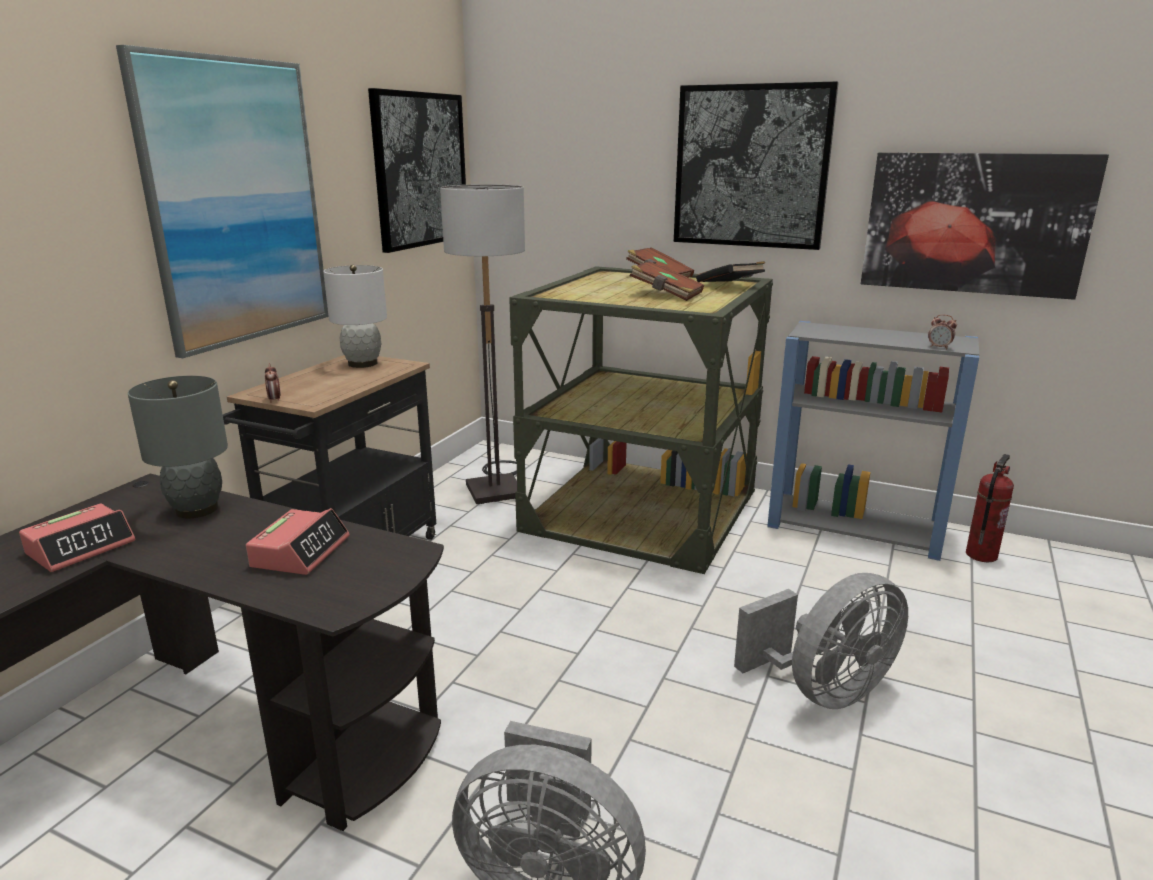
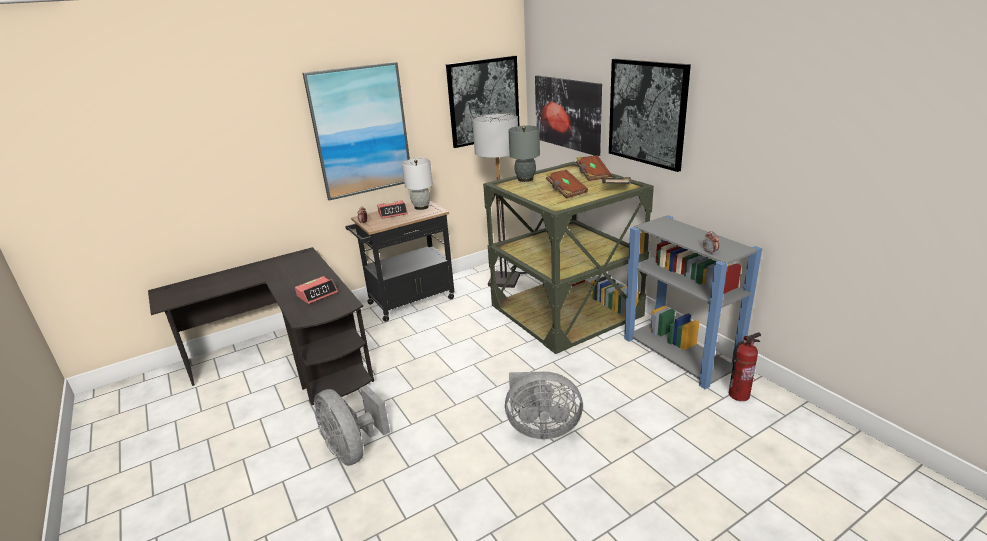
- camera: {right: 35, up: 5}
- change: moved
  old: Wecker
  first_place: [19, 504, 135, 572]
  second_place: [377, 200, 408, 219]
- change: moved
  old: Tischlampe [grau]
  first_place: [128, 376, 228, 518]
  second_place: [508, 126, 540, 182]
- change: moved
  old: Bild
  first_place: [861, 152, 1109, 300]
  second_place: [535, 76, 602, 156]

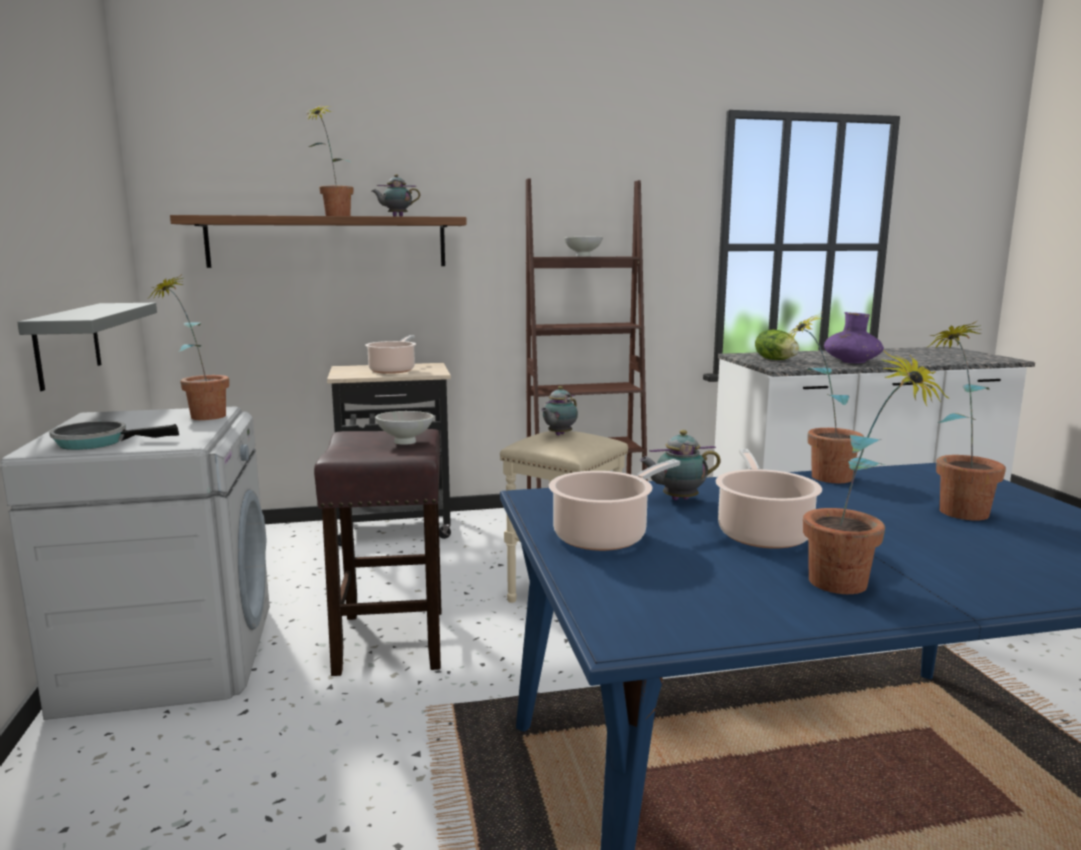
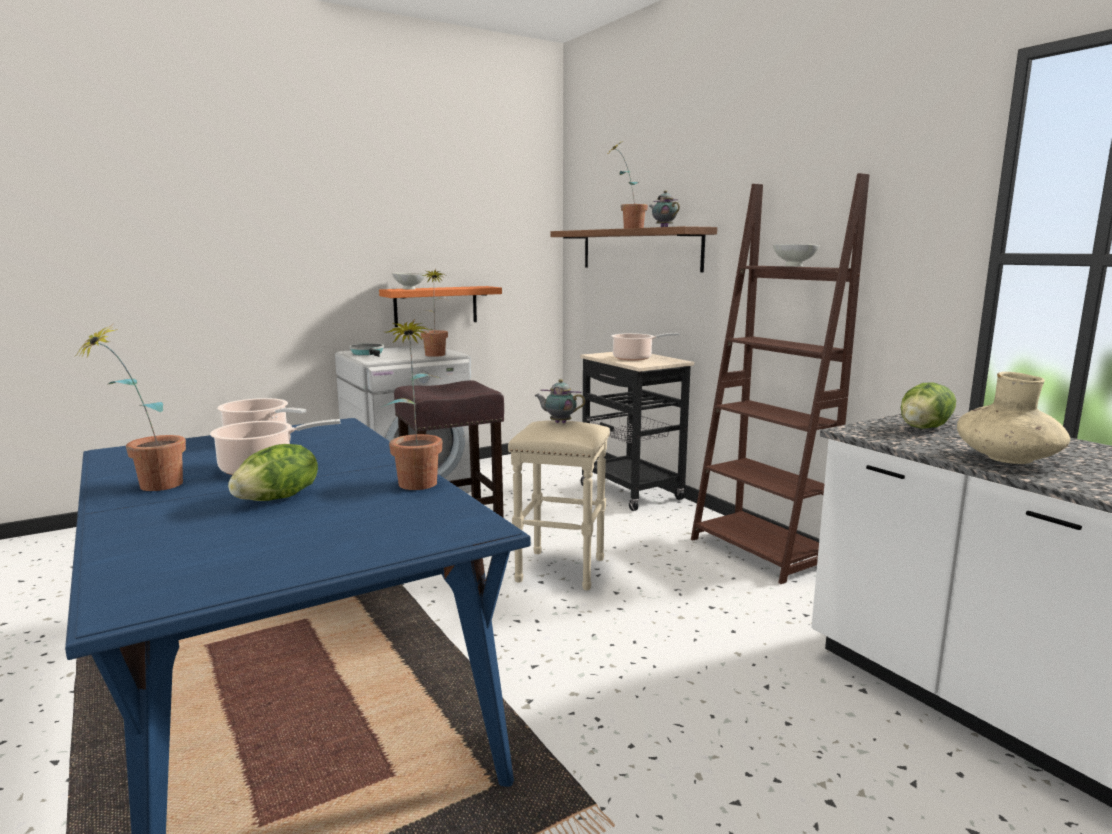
- camera: {right: 70, up: 0}
- change: added
  new: Salatkopf
  second_place: [228, 444, 318, 501]
- change: recoloured
  old: Wandregal [grau]
  new: Wandregal [orange]
  first_place: [17, 303, 157, 391]
  second_place: [379, 286, 502, 327]
- change: moved
  old: Schüssel [weiß]
  first_place: [375, 411, 434, 445]
  second_place: [392, 273, 426, 289]
- change: recoloured
  old: Vase [lila]
  new: Vase [beige]
  first_place: [824, 312, 884, 363]
  second_place: [957, 372, 1070, 464]
- change: removed
  old: Teekanne
  first_place: [639, 430, 720, 500]
- change: removed
  old: Topfpflanze
  first_place: [926, 321, 1006, 521]

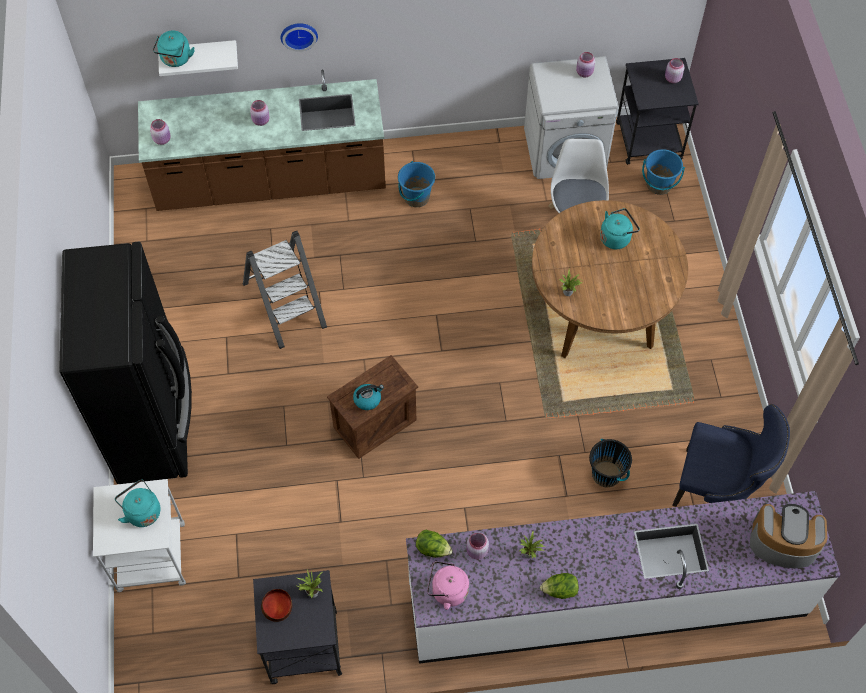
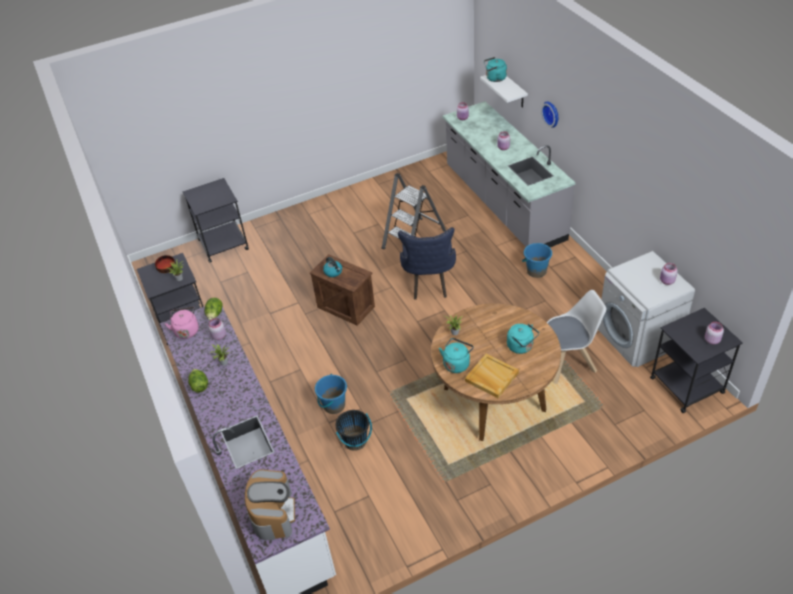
- camera: {right: 75, up: -15}
- change: recoloured
  old: Rollwagen [weiß]
  new: Rollwagen [schwarz]
  first_place: [93, 479, 186, 592]
  second_place: [183, 178, 249, 263]
- change: moved
  old: Eimer [blau]
  first_place: [642, 149, 685, 195]
  second_place: [315, 374, 347, 414]
- change: moved
  old: Stuhl [blau]
  first_place: [672, 404, 790, 507]
  second_place: [398, 227, 456, 300]
- change: moved
  old: Wasserkessel [türkis]
  first_place: [115, 479, 160, 527]
  second_place: [439, 338, 474, 373]
- change: recoloured
  old: Küchenzeile [braun]
  new: Küchenzeile [grau]
  first_place: [138, 70, 386, 211]
  second_place: [442, 101, 575, 247]
- change: added
  new: Tablett [beige]
  second_place: [465, 354, 519, 398]
- change: removed
  old: Kühlschrank [schwarz]
  first_place: [59, 241, 192, 484]

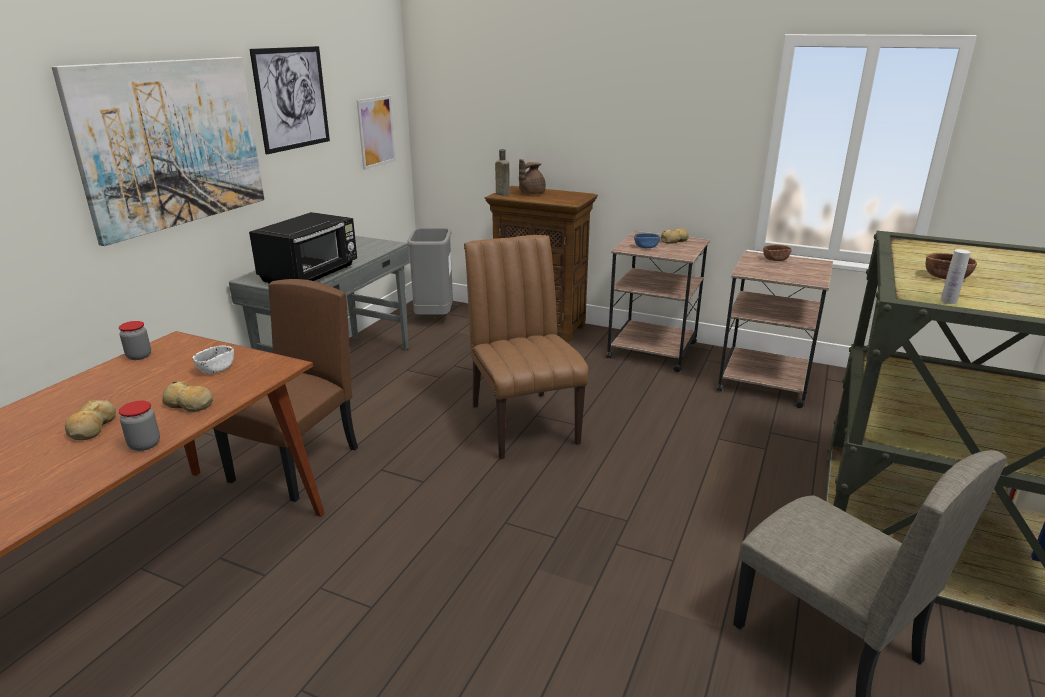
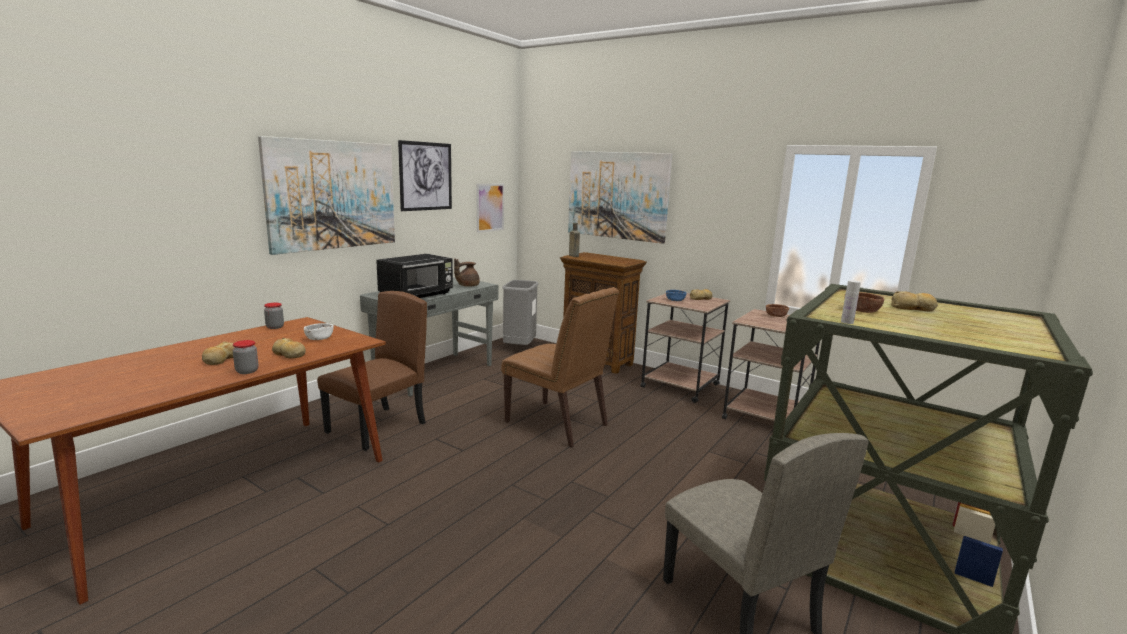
- camera: {right: 10, up: -10}
- change: moved
  old: Teekanne [braun]
  first_place: [519, 159, 546, 194]
  second_place: [454, 259, 480, 287]
- change: turned
  old: Stuhl [braun]
  first_place: [464, 235, 589, 459]
  second_place: [501, 287, 619, 447]
  degrees: 135
- change: added
  new: Bild
  second_place: [568, 151, 672, 244]
- change: added
  new: Brot
  second_place: [891, 291, 938, 311]

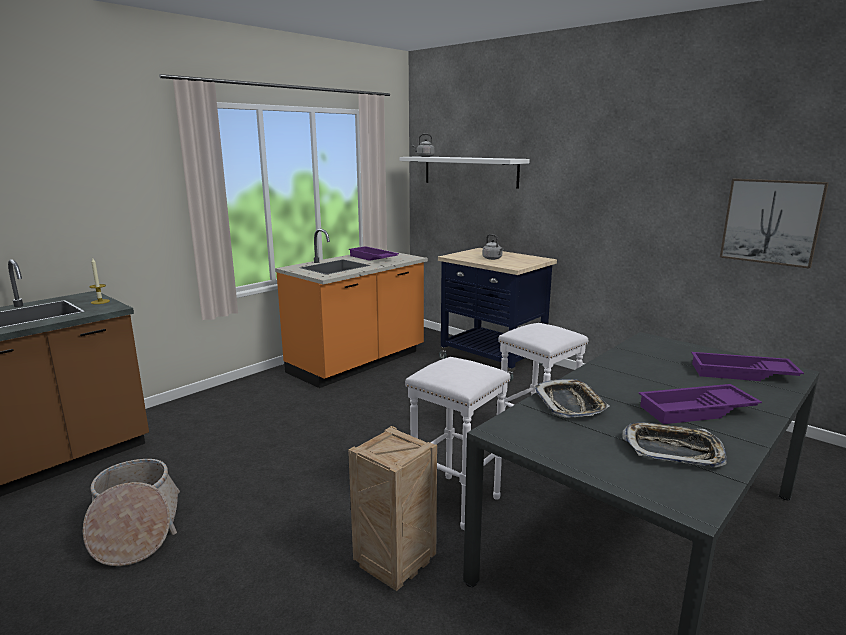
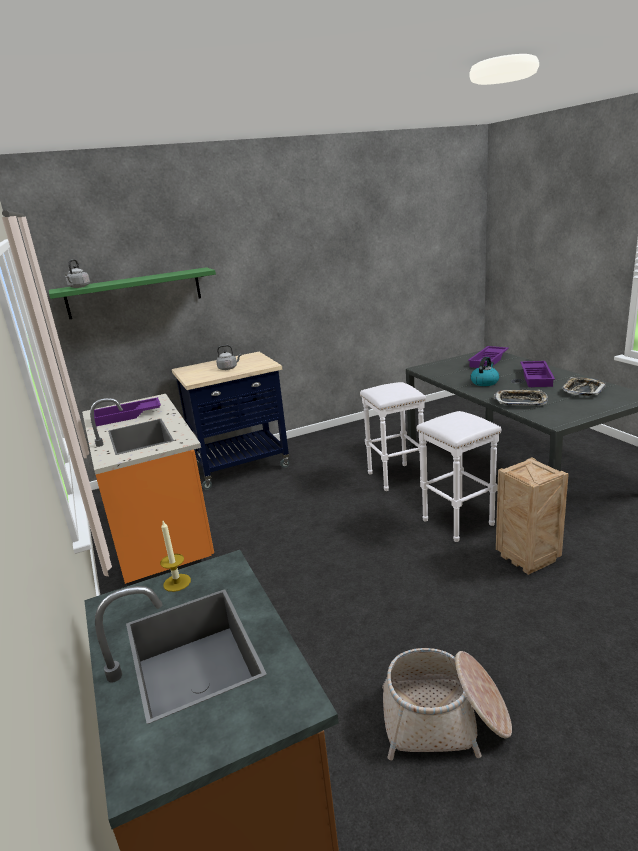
- camera: {right: -65, up: 5}
- change: recoloured
  old: Wandregal [weiß]
  new: Wandregal [grün]
  first_place: [399, 156, 530, 189]
  second_place: [49, 267, 216, 319]
- change: added
  new: Wasserkessel
  second_place: [471, 357, 499, 386]
- change: removed
  old: Bild
  first_place: [720, 179, 829, 269]

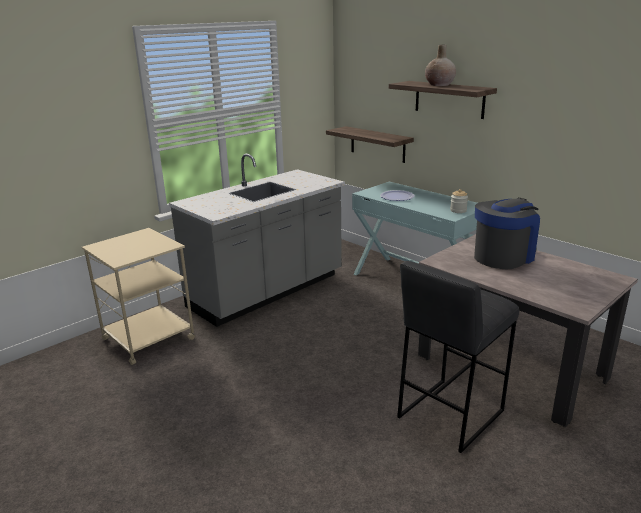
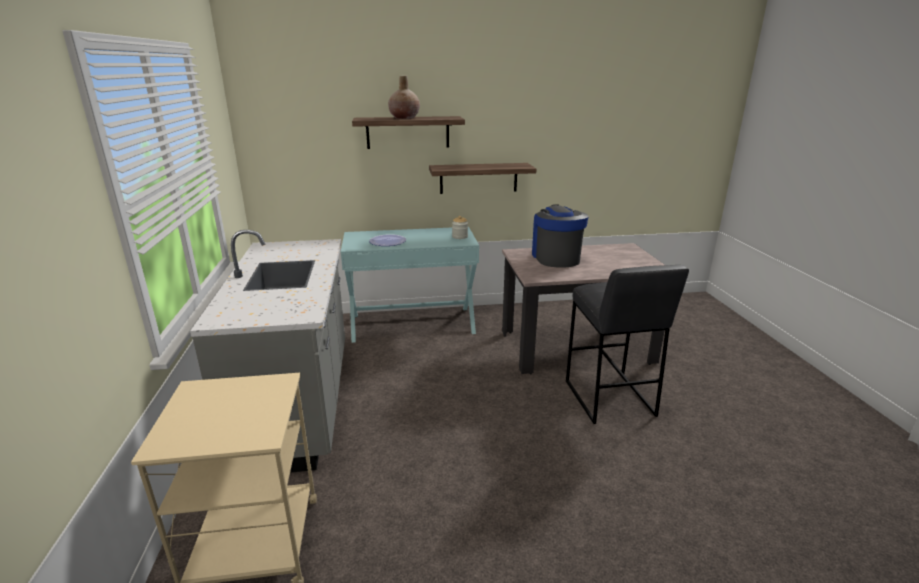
- camera: {right: -55, up: 0}
- change: moved
  old: Wandregal
  first_place: [326, 126, 414, 163]
  second_place: [429, 163, 537, 194]

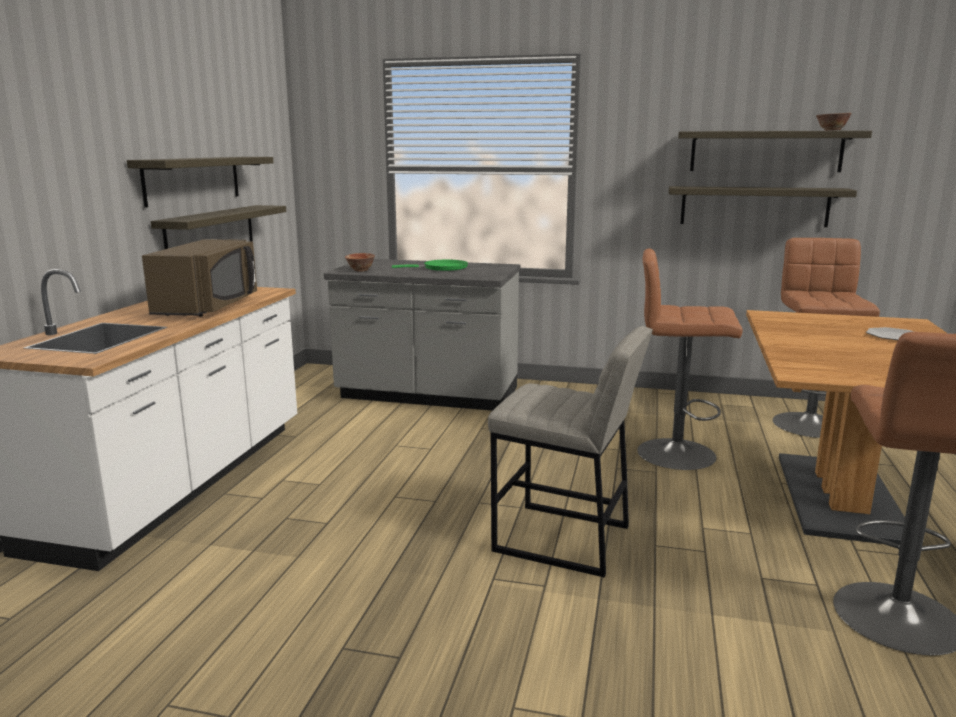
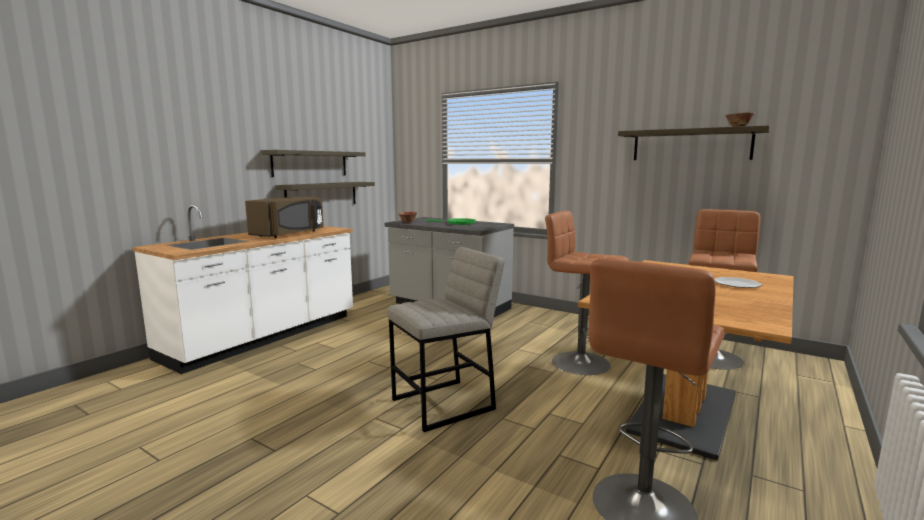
- camera: {right: 20, up: -5}
- change: turned
  old: Stuhl [grau]
  first_place: [488, 326, 653, 577]
  second_place: [387, 247, 505, 432]
  degrees: -75
- change: removed
  old: Wandregal
  first_place: [669, 186, 857, 227]

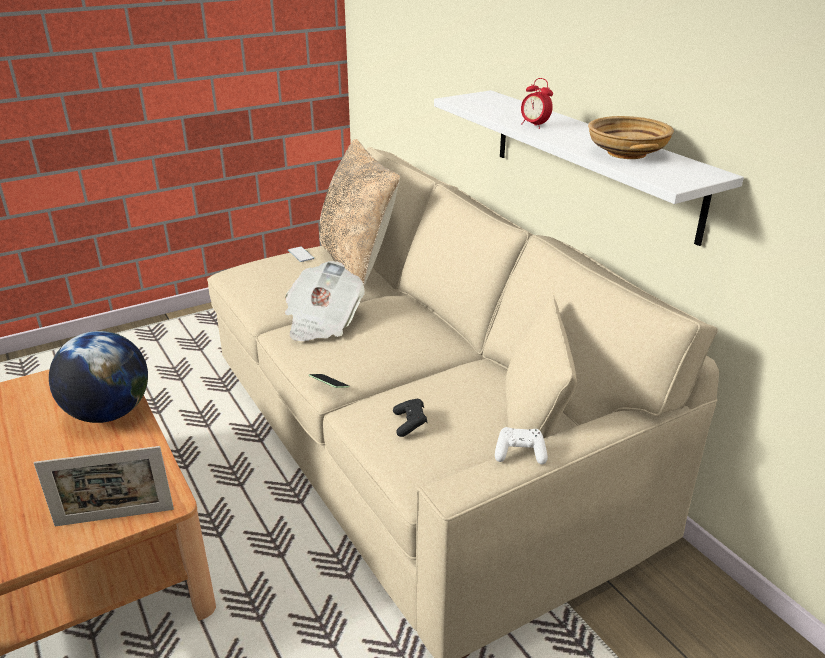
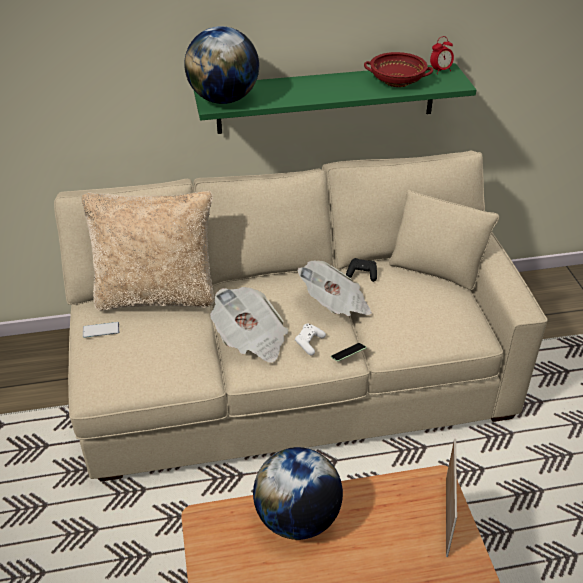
- camera: {right: -70, up: 10}
- change: added
  new: Globus
  second_place: [184, 26, 259, 104]
- change: recoloured
  old: Wandregal [weiß]
  new: Wandregal [grün]
  first_place: [434, 90, 744, 246]
  second_place: [194, 63, 476, 134]
- change: moved
  old: Gamepad [weiß]
  first_place: [495, 427, 548, 465]
  second_place: [295, 324, 326, 355]
- change: added
  new: Zeitung
  second_place: [298, 260, 372, 316]
- change: moved
  old: Gamepad [schwarz]
  first_place: [393, 399, 427, 437]
  second_place: [346, 258, 377, 282]
- change: recoloured
  old: Schüssel [beige]
  new: Schüssel [rot]
  first_place: [588, 116, 674, 159]
  second_place: [364, 52, 434, 87]
- change: moved
  old: Wecker
  first_place: [521, 78, 553, 129]
  second_place: [430, 36, 454, 74]

